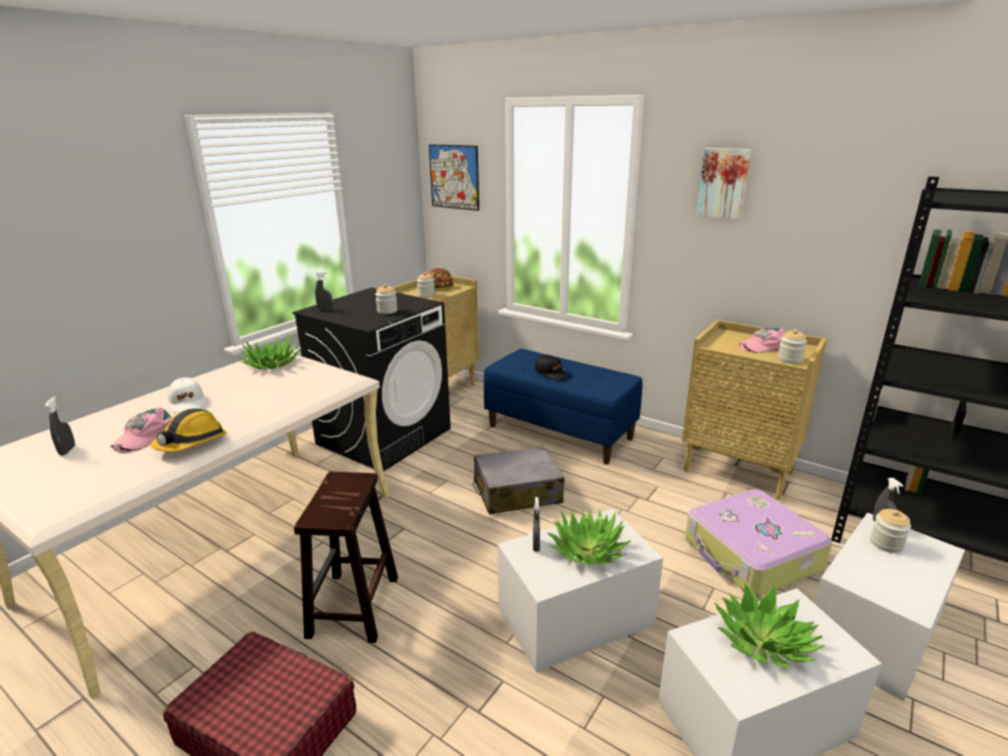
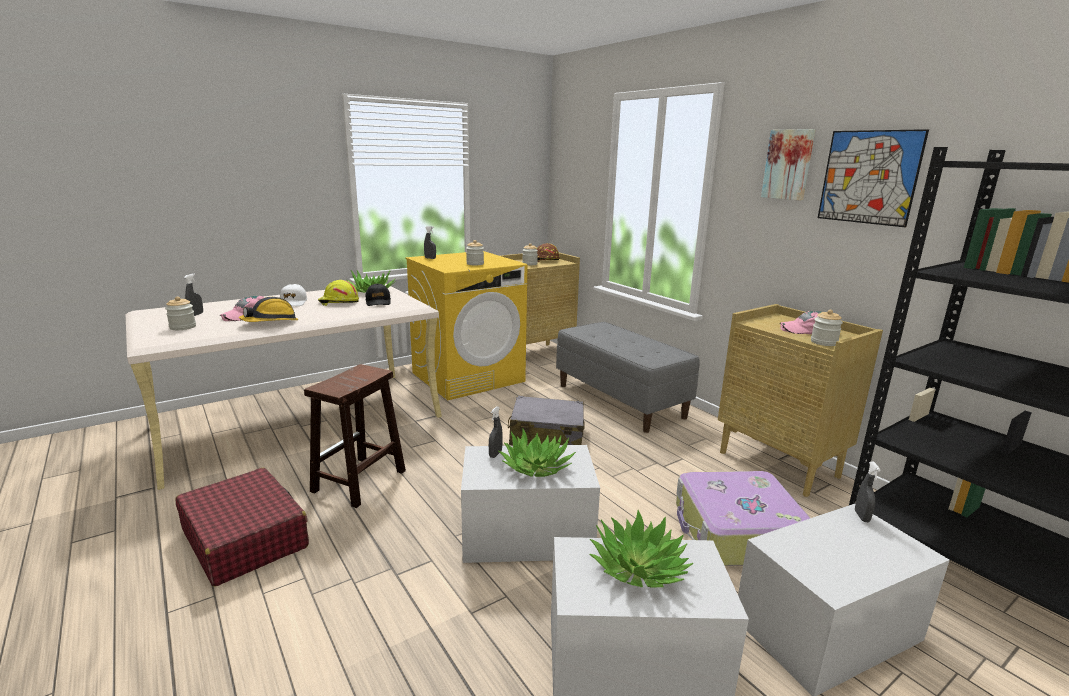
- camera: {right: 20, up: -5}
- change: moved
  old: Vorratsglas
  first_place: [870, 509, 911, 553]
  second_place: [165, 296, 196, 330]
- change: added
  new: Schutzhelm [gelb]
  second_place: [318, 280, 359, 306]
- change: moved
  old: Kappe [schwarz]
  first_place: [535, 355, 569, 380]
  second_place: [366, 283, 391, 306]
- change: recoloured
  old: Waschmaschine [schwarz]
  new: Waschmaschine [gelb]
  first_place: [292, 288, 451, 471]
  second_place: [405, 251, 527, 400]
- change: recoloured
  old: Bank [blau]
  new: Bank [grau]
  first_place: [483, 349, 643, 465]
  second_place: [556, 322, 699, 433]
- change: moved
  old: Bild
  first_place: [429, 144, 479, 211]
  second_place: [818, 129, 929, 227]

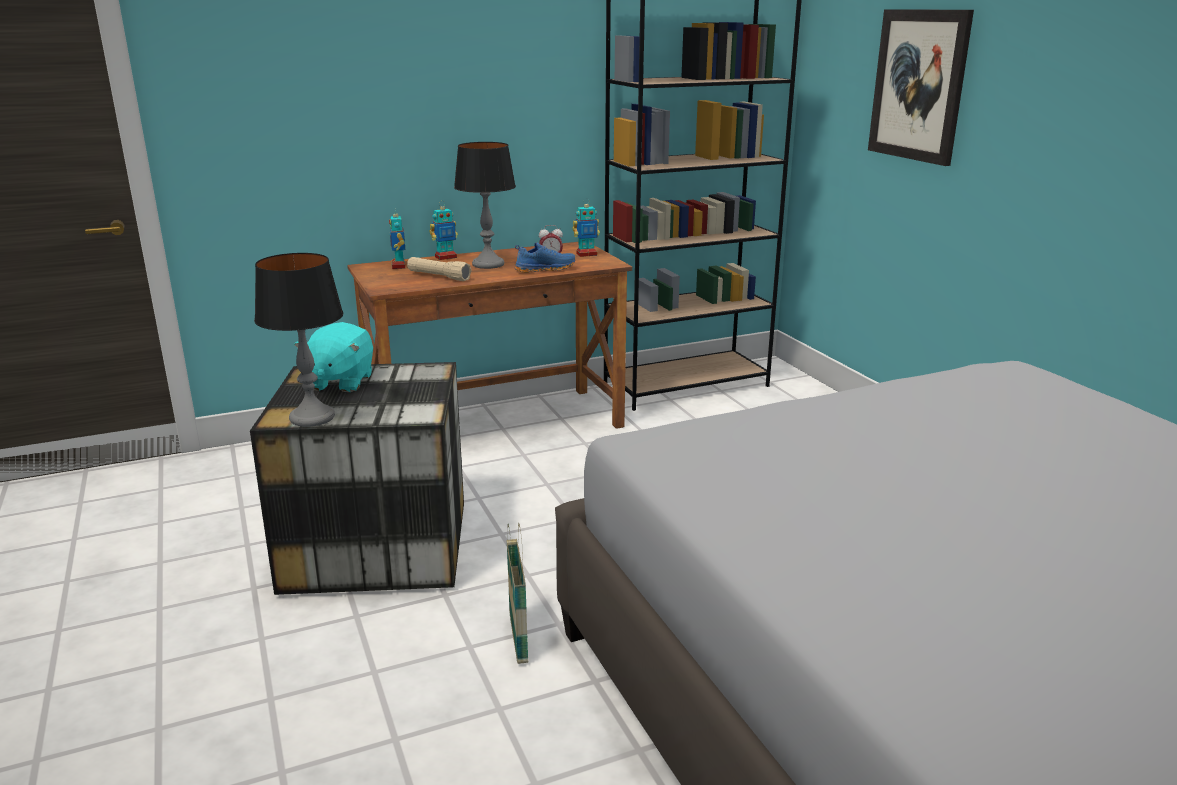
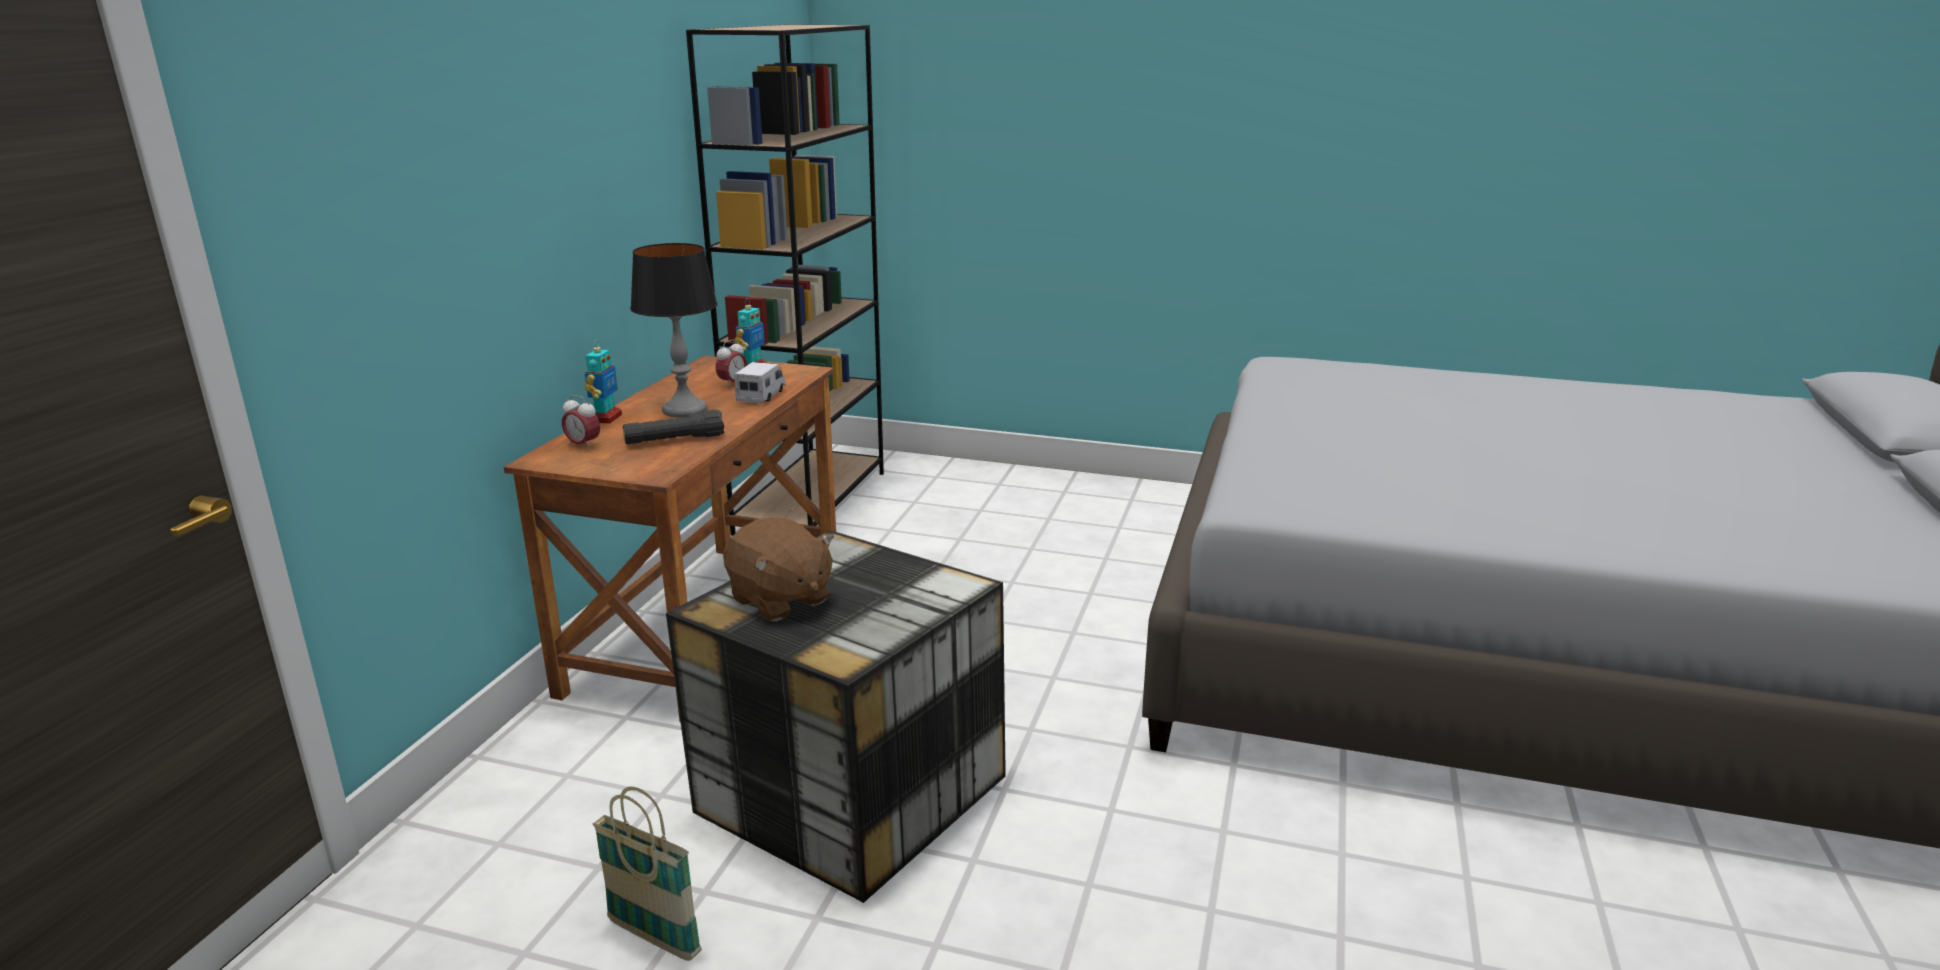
- camera: {right: -50, up: 0}
- change: replaced
  old: Spielzeugroboter
  new: Wecker
  first_place: [389, 210, 405, 269]
  second_place: [562, 395, 600, 450]
- change: moved
  old: Korb
  first_place: [506, 523, 528, 664]
  second_place: [593, 787, 702, 961]
- change: recoloured
  old: Taschenlampe [beige]
  new: Taschenlampe [schwarz]
  first_place: [407, 257, 472, 281]
  second_place: [623, 410, 724, 444]
- change: recoloured
  old: Plüschtier [türkis]
  new: Plüschtier [braun]
  first_place: [294, 322, 373, 392]
  second_place: [723, 517, 834, 621]
- change: replaced
  old: Schuh [blau]
  new: Spielzeuglaster
  first_place: [515, 242, 576, 273]
  second_place: [734, 362, 786, 403]
- change: removed
  old: Tischlampe
  first_place: [254, 253, 343, 427]
- change: removed
  old: Bild
  first_place: [868, 9, 974, 166]

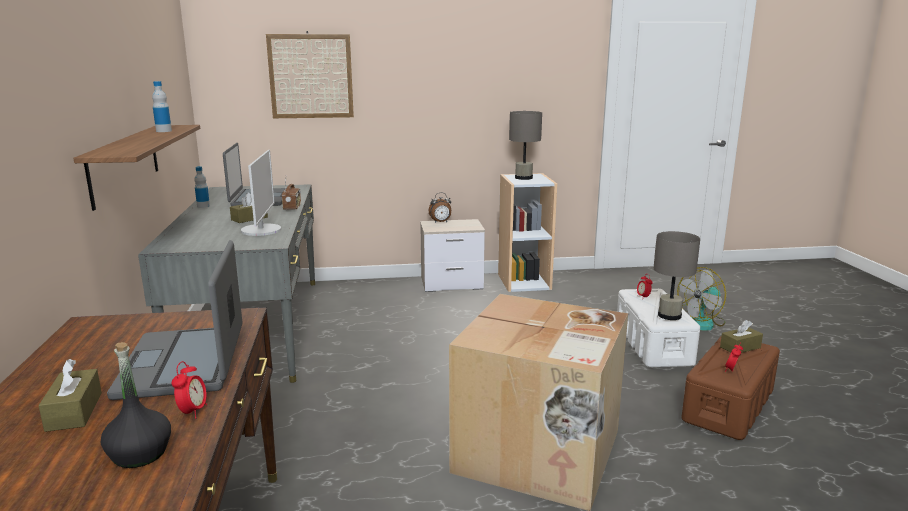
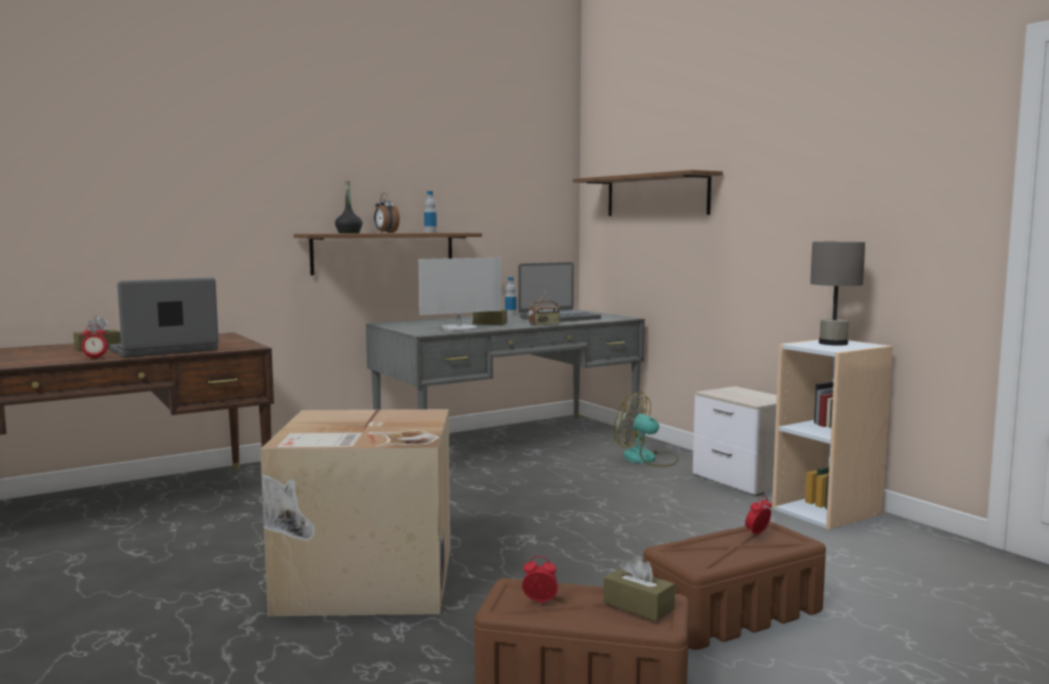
- camera: {right: 65, up: -10}
- change: moved
  old: Flasche [schwarz]
  first_place: [101, 342, 171, 468]
  second_place: [335, 181, 363, 233]
- change: moved
  old: Wecker
  first_place: [428, 192, 451, 223]
  second_place: [374, 193, 400, 233]
- change: replaced
  old: Bild
  new: Wandregal
  first_place: [266, 31, 354, 118]
  second_place: [573, 170, 723, 216]
- change: moved
  old: Ventilator
  first_place: [677, 267, 726, 331]
  second_place: [614, 392, 679, 466]
- change: recoloured
  old: Aufbewahrungsbox [weiß]
  new: Aufbewahrungsbox [braun]
  first_place: [617, 289, 700, 368]
  second_place: [643, 521, 826, 650]
- change: removed
  old: Tischlampe [grau]
  first_place: [654, 231, 700, 320]

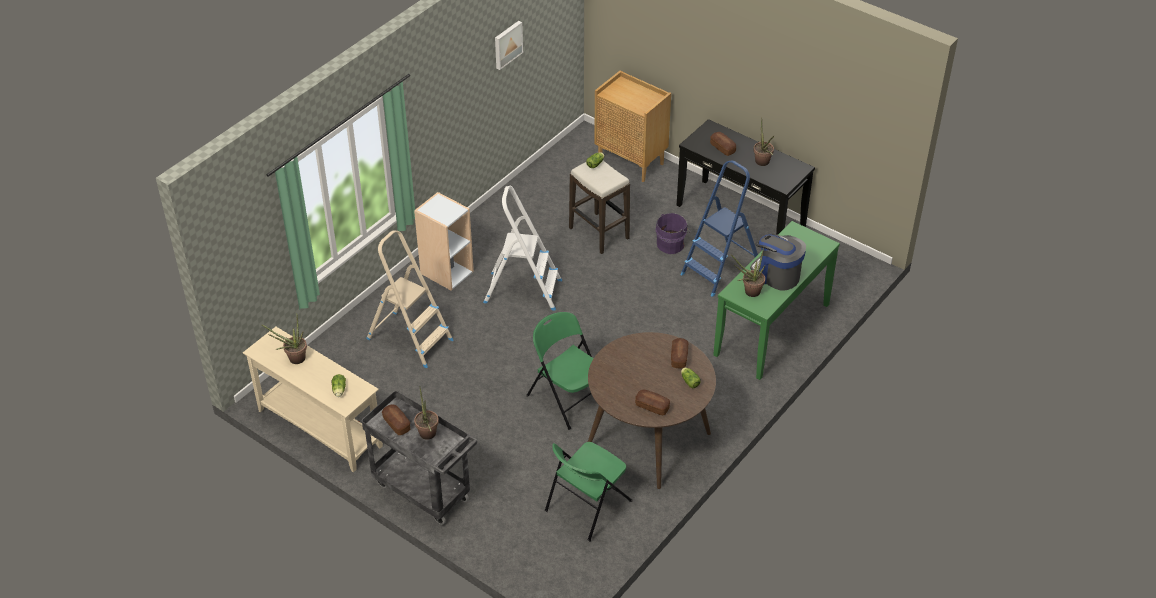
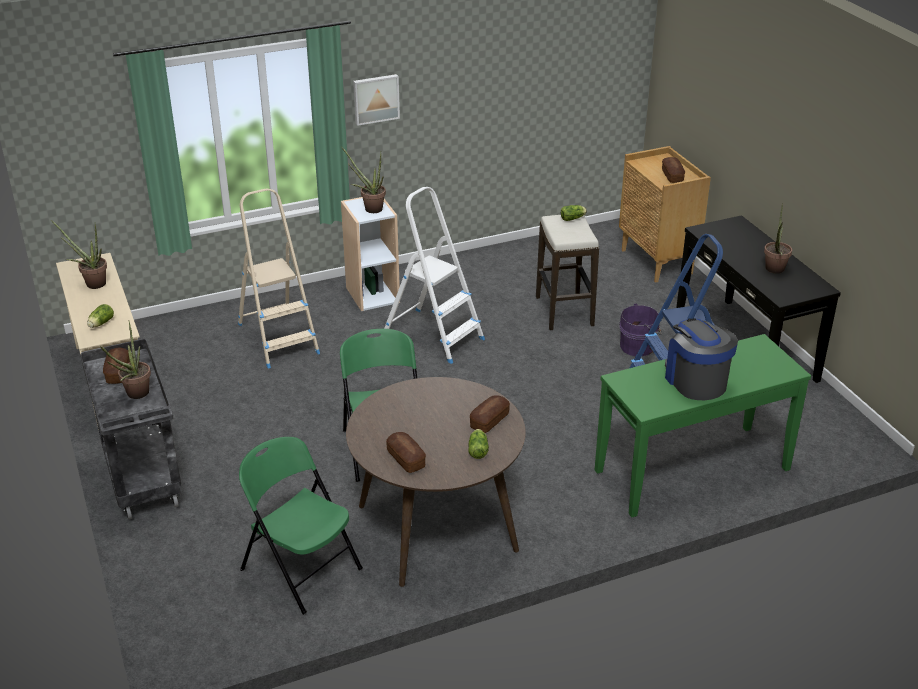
- camera: {right: 30, up: -10}
- change: turned
  old: Stuhl [grün]
  first_place: [545, 442, 632, 542]
  second_place: [239, 437, 363, 615]
  degrees: 60
- change: moved
  old: Topfpflanze
  first_place: [731, 247, 765, 297]
  second_place: [342, 147, 386, 213]
- change: moved
  old: Bild
  first_place: [495, 21, 523, 70]
  second_place: [353, 74, 400, 126]
- change: moved
  old: Brot
  first_place: [710, 132, 736, 156]
  second_place: [662, 157, 685, 183]

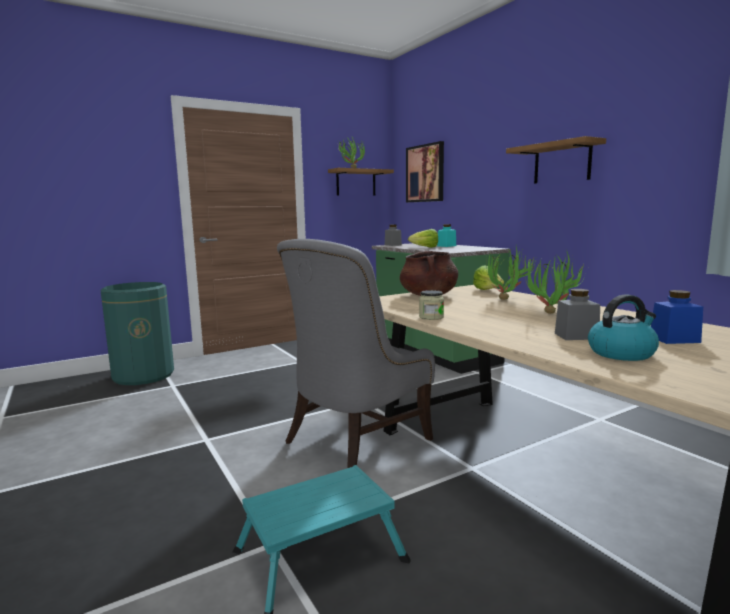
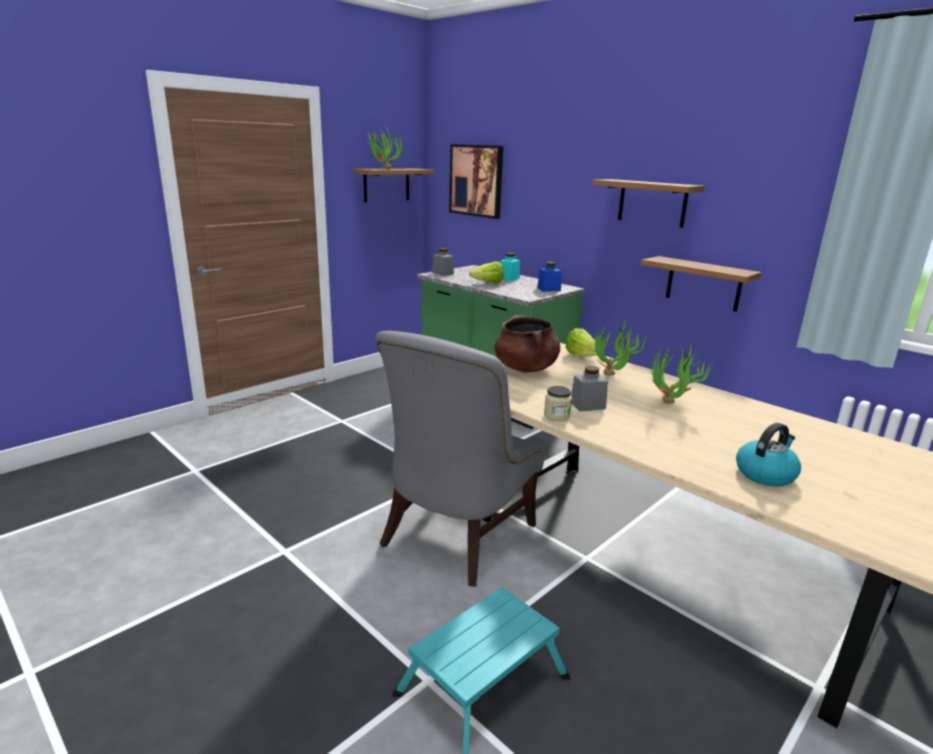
- camera: {right: -15, up: 10}
- change: moved
  old: Vorratsglas [blau]
  first_place: [651, 290, 703, 344]
  second_place: [537, 262, 562, 292]
- change: moved
  old: Vorratsglas [grau]
  first_place: [555, 289, 600, 340]
  second_place: [571, 366, 608, 412]
- change: added
  new: Wandregal
  second_place: [641, 256, 762, 312]
- change: removed
  old: Mülleimer [grün]
  first_place: [100, 282, 174, 385]

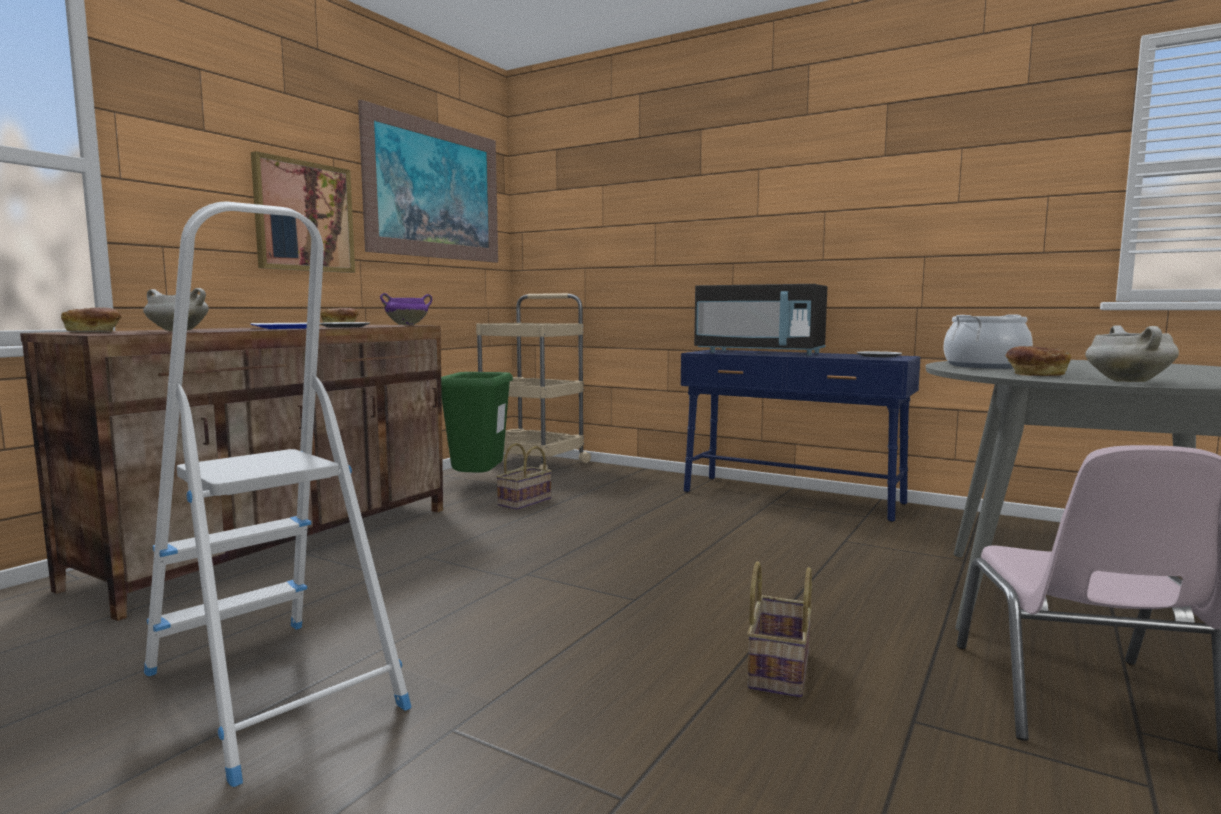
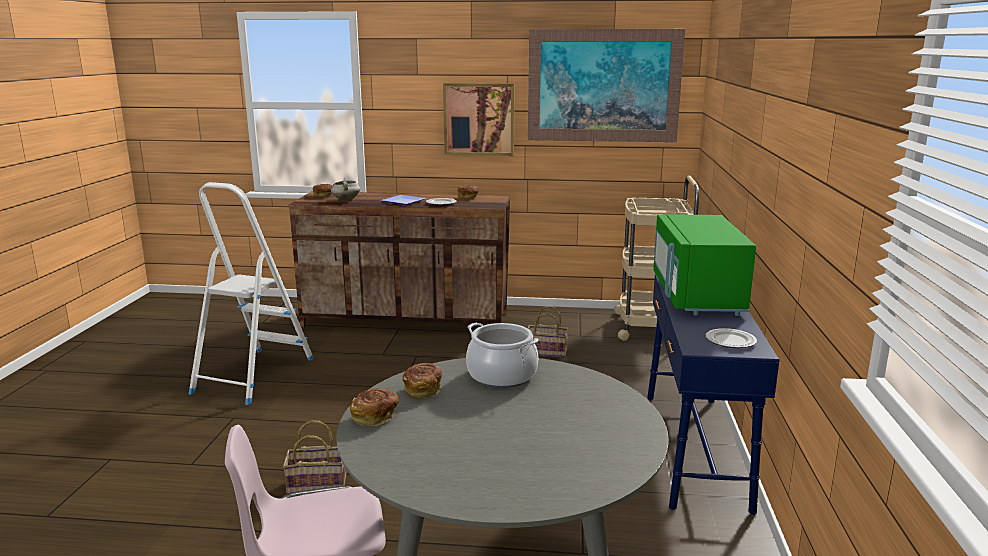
- camera: {right: 65, up: 10}
- change: replaced
  old: Kochtopf [weiß]
  new: Brot
  first_place: [1085, 325, 1179, 382]
  second_place: [350, 388, 399, 426]
- change: recoloured
  old: Mikrowelle [schwarz]
  new: Mikrowelle [grün]
  first_place: [694, 284, 827, 355]
  second_place: [653, 214, 756, 316]
- change: removed
  old: Kochtopf [lila]
  first_place: [380, 293, 432, 325]
- change: removed
  old: Mülleimer [grün]
  first_place: [441, 372, 513, 473]

